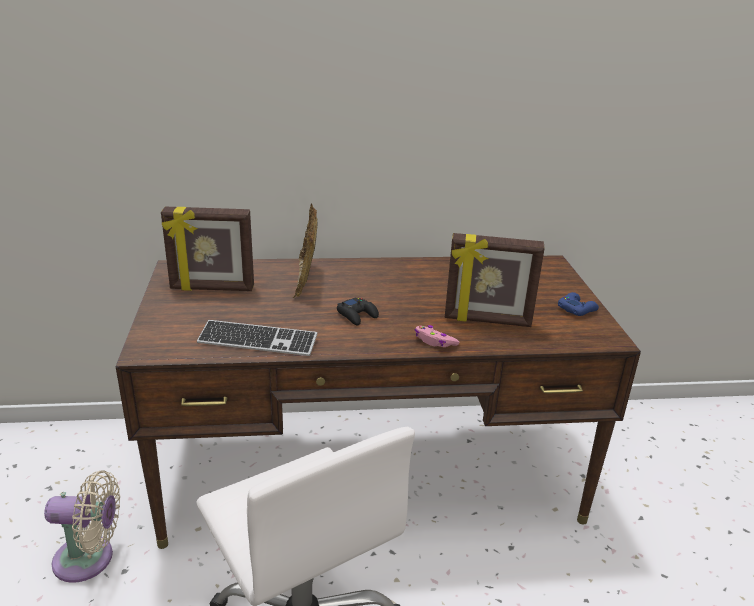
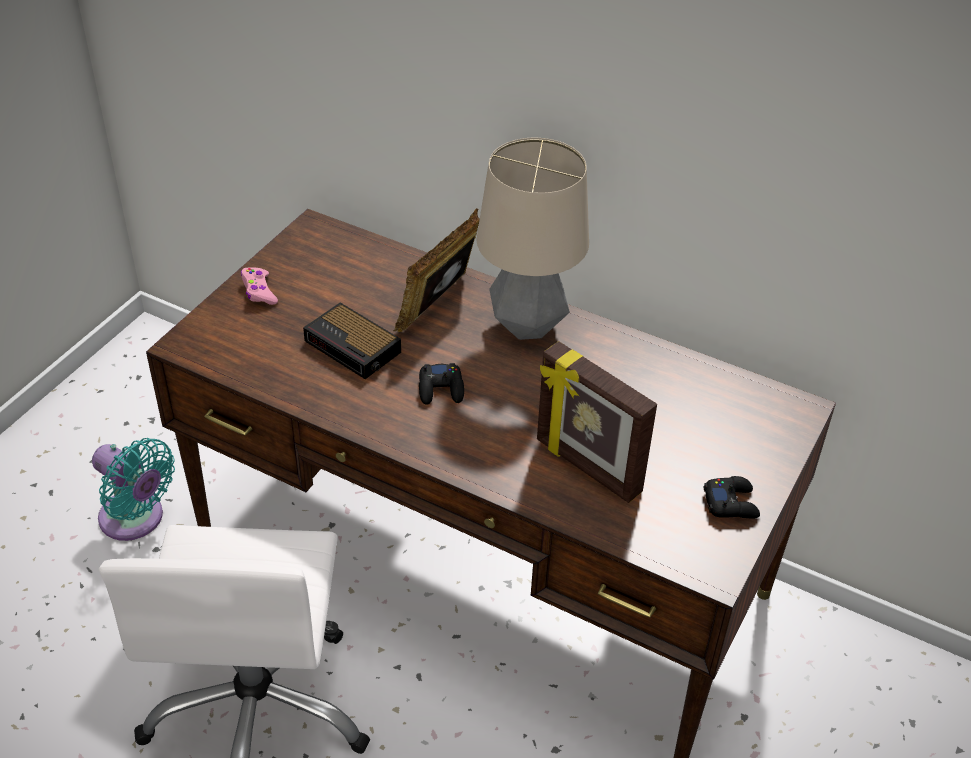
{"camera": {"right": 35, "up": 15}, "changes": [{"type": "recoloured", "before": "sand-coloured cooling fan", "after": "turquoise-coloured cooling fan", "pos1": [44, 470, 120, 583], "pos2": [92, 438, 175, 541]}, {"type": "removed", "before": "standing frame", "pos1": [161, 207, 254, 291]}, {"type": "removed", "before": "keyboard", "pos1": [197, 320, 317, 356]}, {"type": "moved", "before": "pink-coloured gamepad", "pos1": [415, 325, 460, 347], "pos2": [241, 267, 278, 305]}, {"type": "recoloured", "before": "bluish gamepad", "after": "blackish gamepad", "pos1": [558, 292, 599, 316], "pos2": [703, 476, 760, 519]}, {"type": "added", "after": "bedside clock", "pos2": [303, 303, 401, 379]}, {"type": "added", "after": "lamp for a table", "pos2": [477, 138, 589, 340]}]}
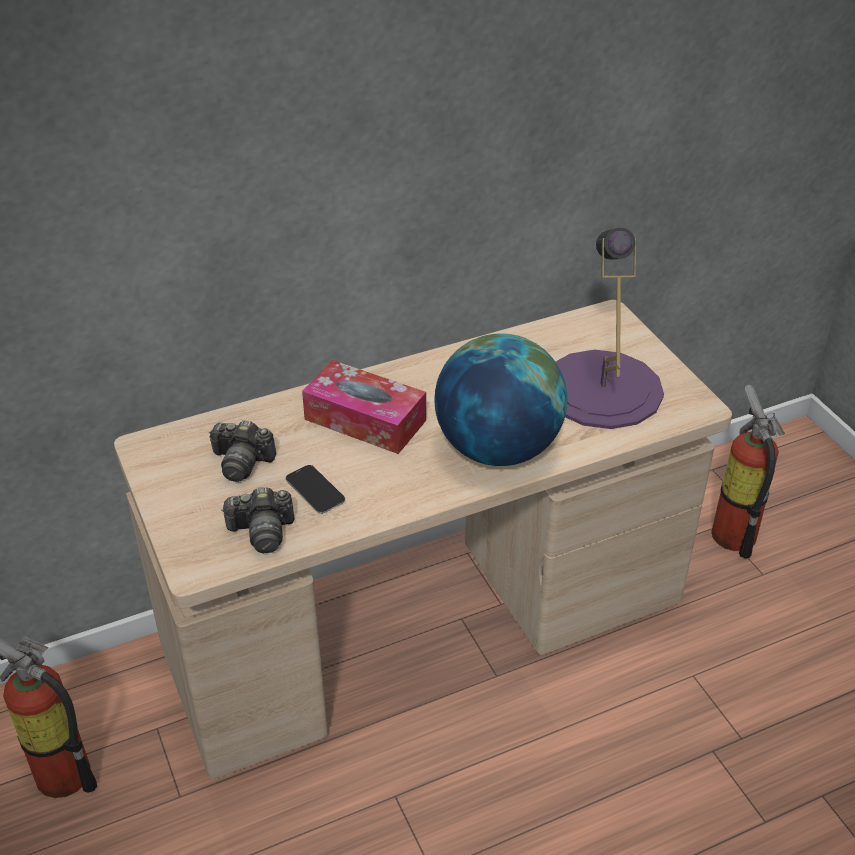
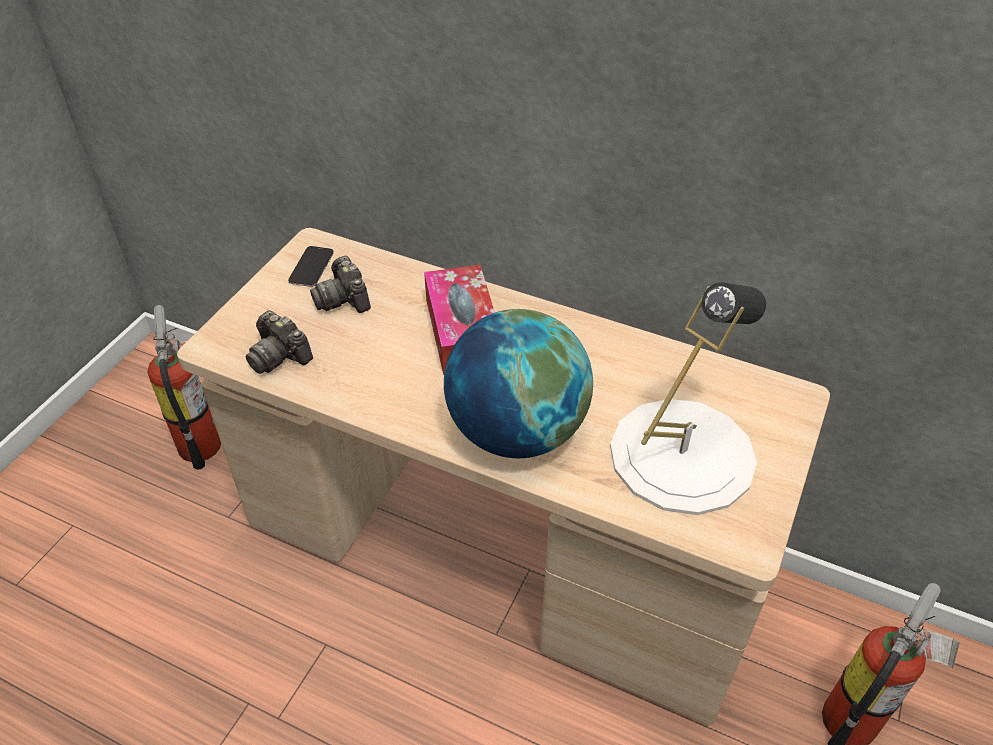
{"camera": {"right": 50, "up": 5}, "changes": [{"type": "moved", "before": "phone", "pos1": [286, 465, 345, 514], "pos2": [288, 246, 334, 287]}, {"type": "recoloured", "before": "purplish lamp for a table", "after": "white-coloured lamp for a table", "pos1": [556, 228, 664, 429], "pos2": [610, 282, 766, 515]}]}
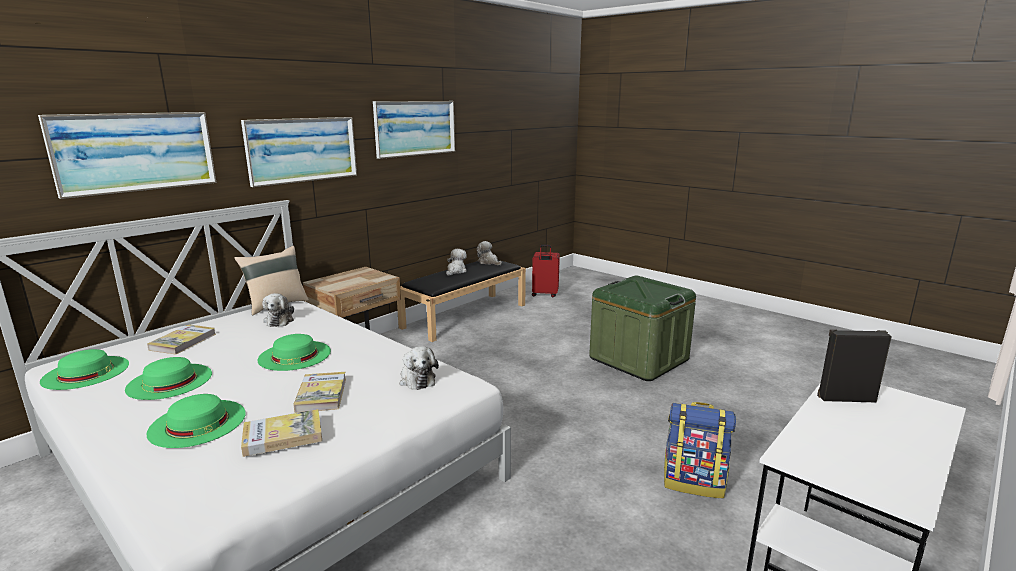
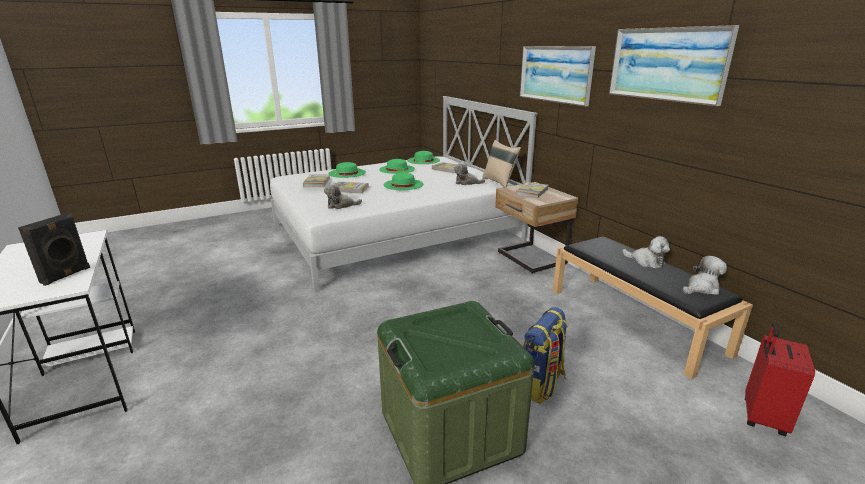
{"camera": {"right": 110, "up": 5}, "changes": [{"type": "removed", "before": "picture", "pos1": [38, 112, 216, 199]}, {"type": "moved", "before": "rucksack", "pos1": [664, 402, 736, 499], "pos2": [523, 307, 568, 404]}, {"type": "added", "after": "volume", "pos2": [516, 182, 548, 198]}]}
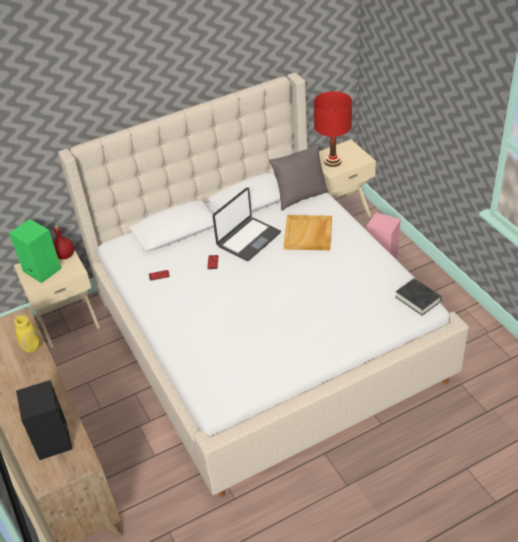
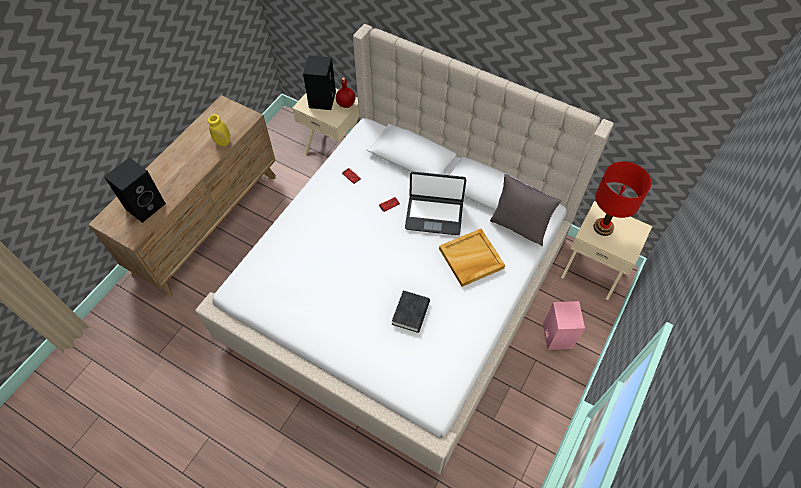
{"camera": {"right": 55, "up": 15}, "changes": [{"type": "recoloured", "before": "green speaker", "after": "blackish speaker", "pos1": [9, 219, 61, 283], "pos2": [303, 55, 336, 110]}, {"type": "moved", "before": "blackish volume", "pos1": [396, 279, 442, 316], "pos2": [392, 290, 430, 333]}]}
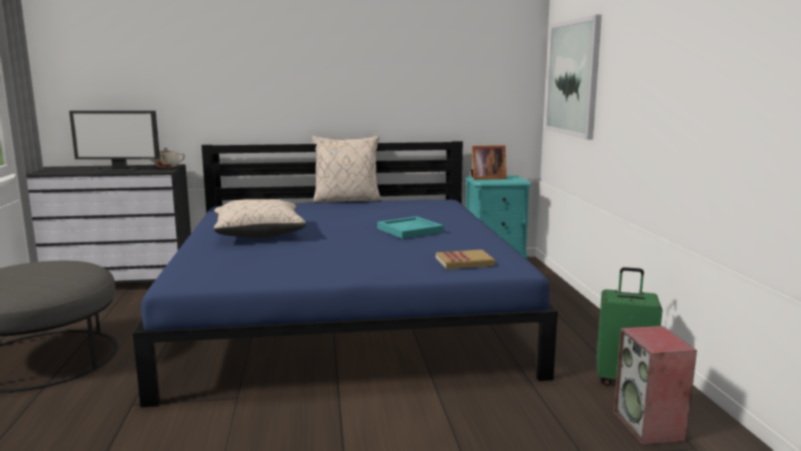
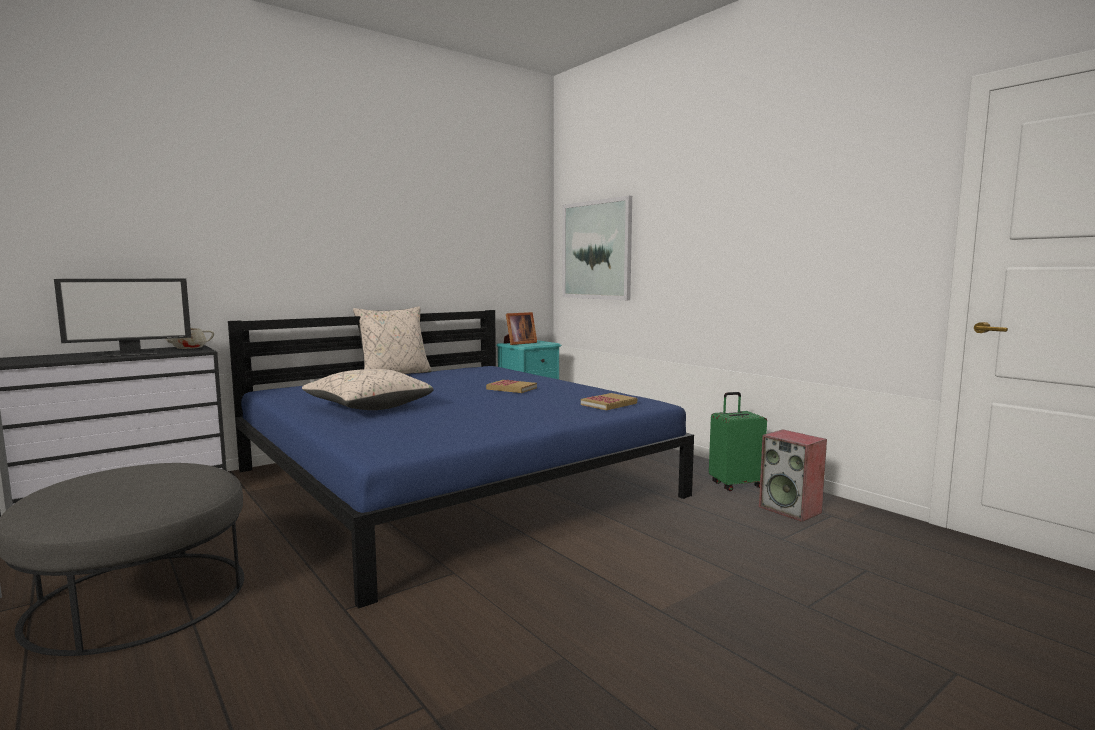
{"camera": {"right": -30, "up": -5}, "changes": [{"type": "replaced", "before": "turquoise-coloured carrying tray", "after": "volume", "pos1": [377, 216, 444, 239], "pos2": [486, 380, 537, 393]}]}
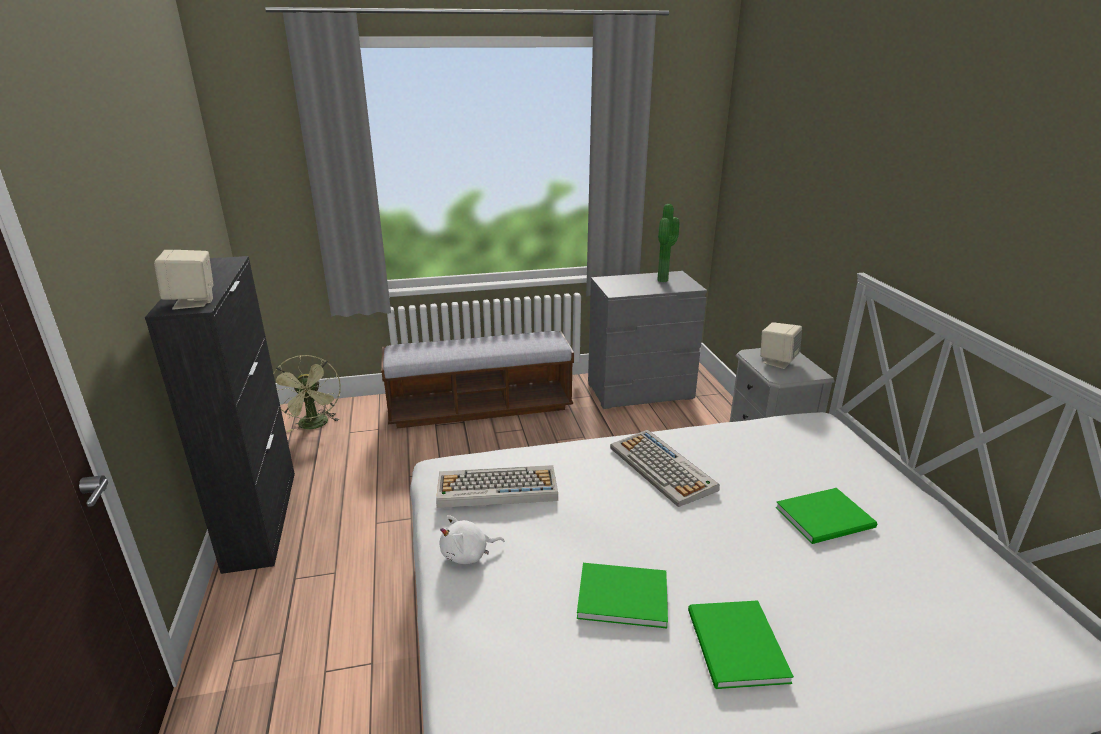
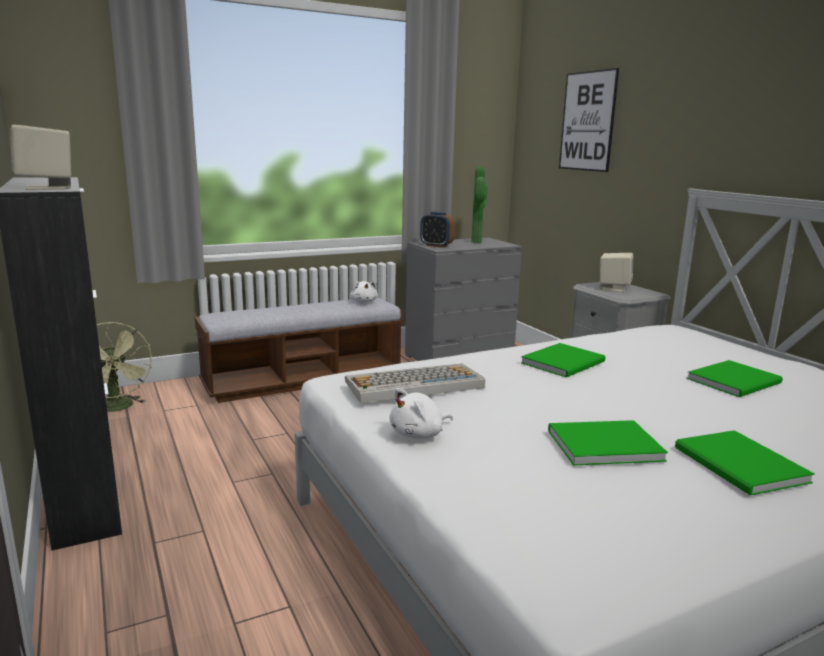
{"camera": {"right": -15, "up": -10}, "changes": [{"type": "replaced", "before": "keyboard", "after": "green volume", "pos1": [610, 430, 720, 507], "pos2": [521, 343, 605, 377]}, {"type": "added", "after": "white-coloured plush toy", "pos2": [350, 281, 377, 303]}, {"type": "added", "after": "bedside clock", "pos2": [420, 212, 455, 248]}, {"type": "added", "after": "picture", "pos2": [559, 68, 619, 172]}]}
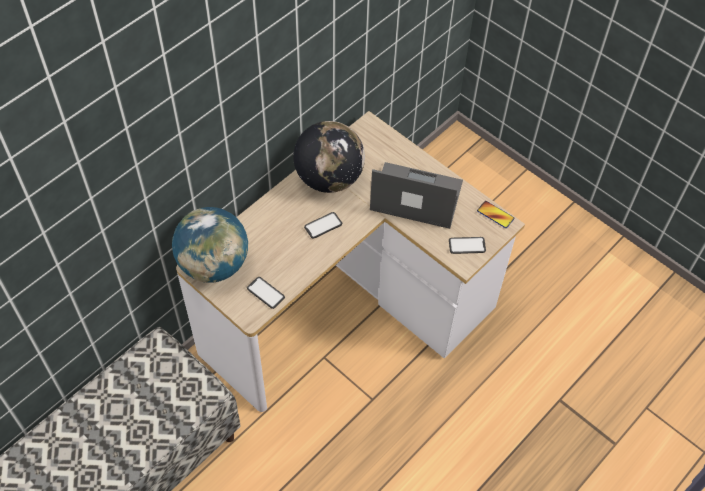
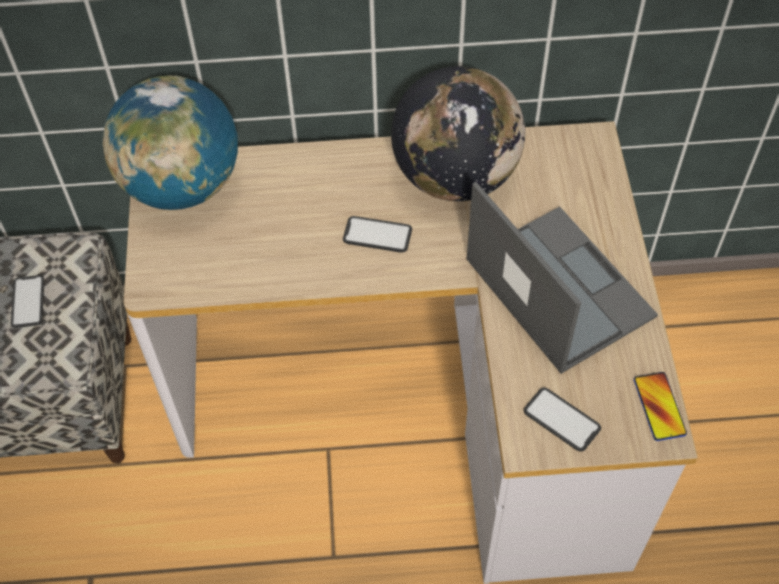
{"camera": {"right": 45, "up": 0}, "changes": [{"type": "moved", "before": "phone", "pos1": [247, 277, 285, 309], "pos2": [11, 275, 44, 328]}]}
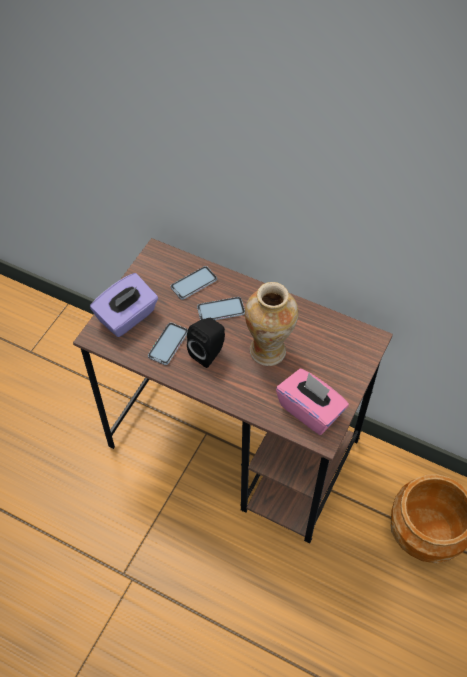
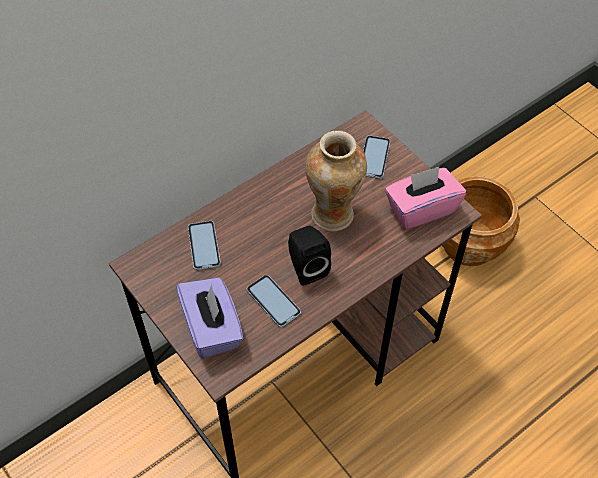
{"camera": {"right": -65, "up": 0}, "changes": [{"type": "moved", "before": "phone", "pos1": [197, 297, 245, 320], "pos2": [363, 135, 390, 179]}]}
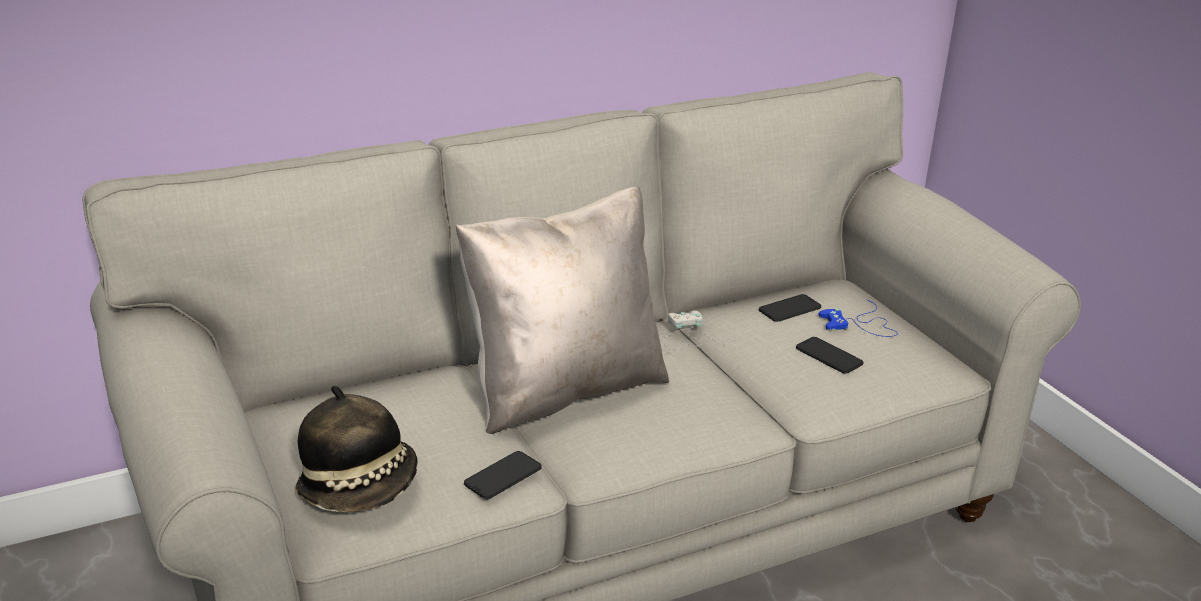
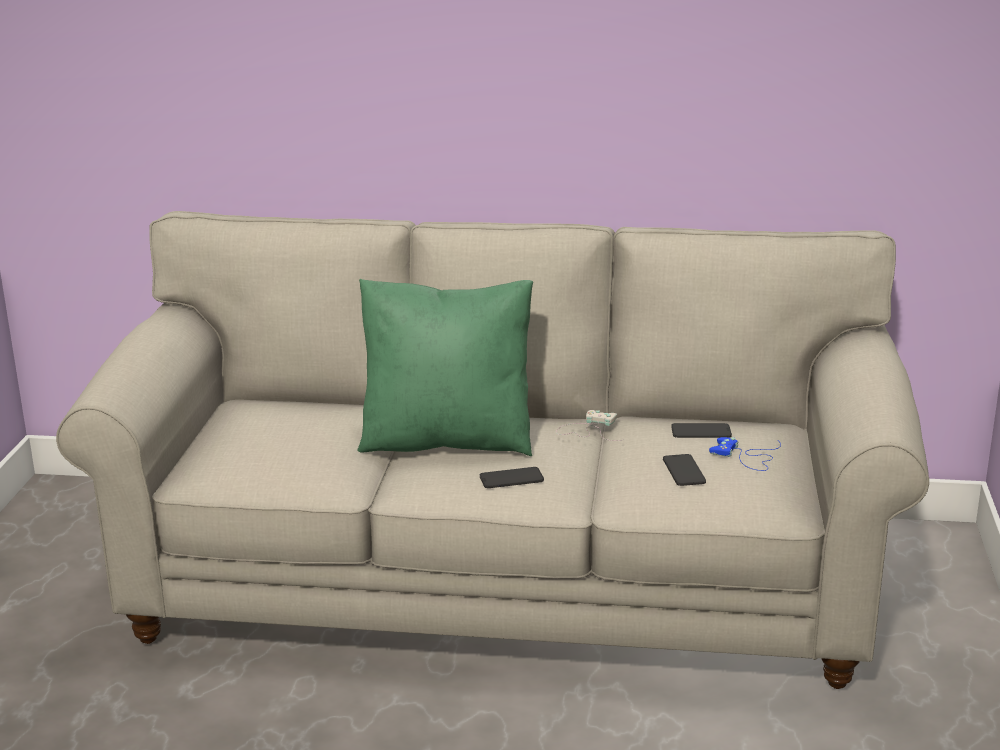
{"camera": {"right": 35, "up": -5}, "changes": [{"type": "removed", "before": "clothing hat", "pos1": [296, 386, 418, 512]}, {"type": "recoloured", "before": "sand-coloured throw pillow", "after": "green throw pillow", "pos1": [456, 187, 669, 434], "pos2": [357, 279, 533, 456]}, {"type": "moved", "before": "phone", "pos1": [464, 451, 541, 499], "pos2": [480, 467, 544, 488]}]}
